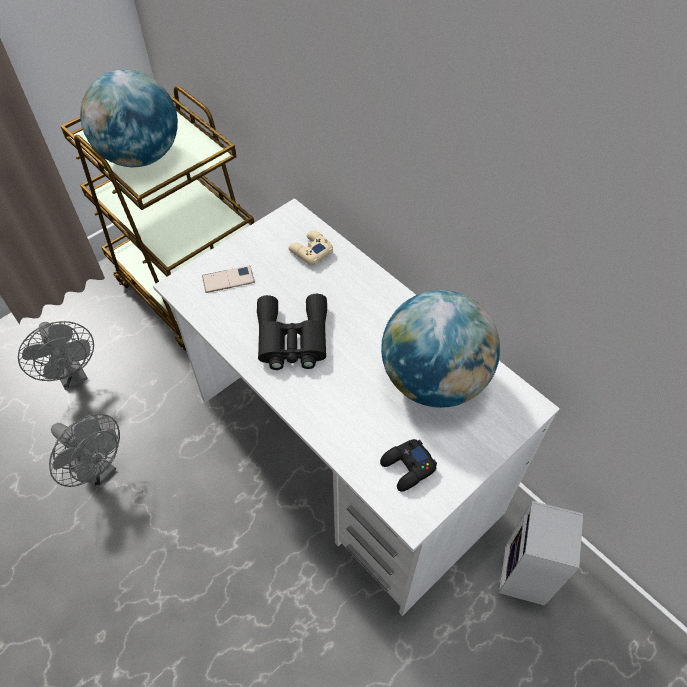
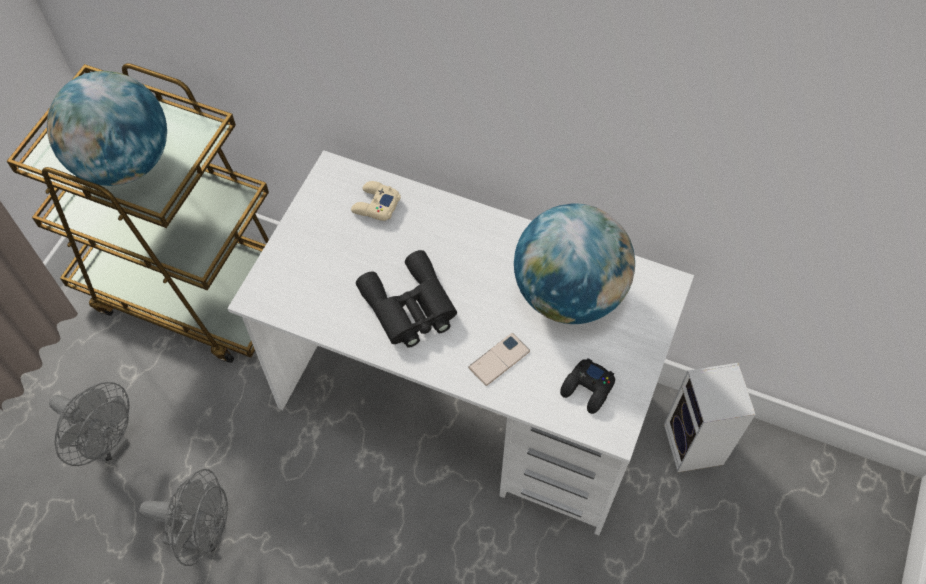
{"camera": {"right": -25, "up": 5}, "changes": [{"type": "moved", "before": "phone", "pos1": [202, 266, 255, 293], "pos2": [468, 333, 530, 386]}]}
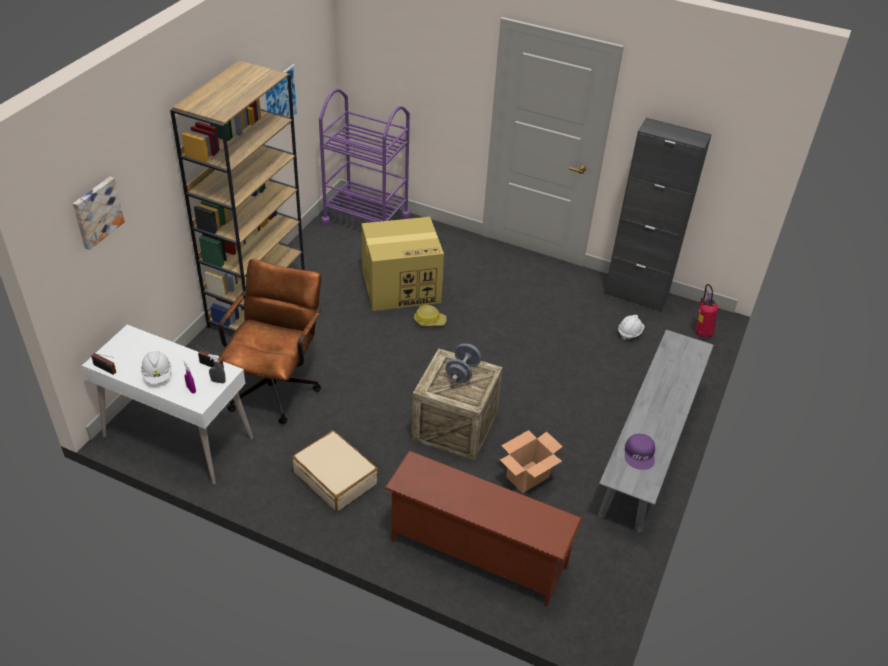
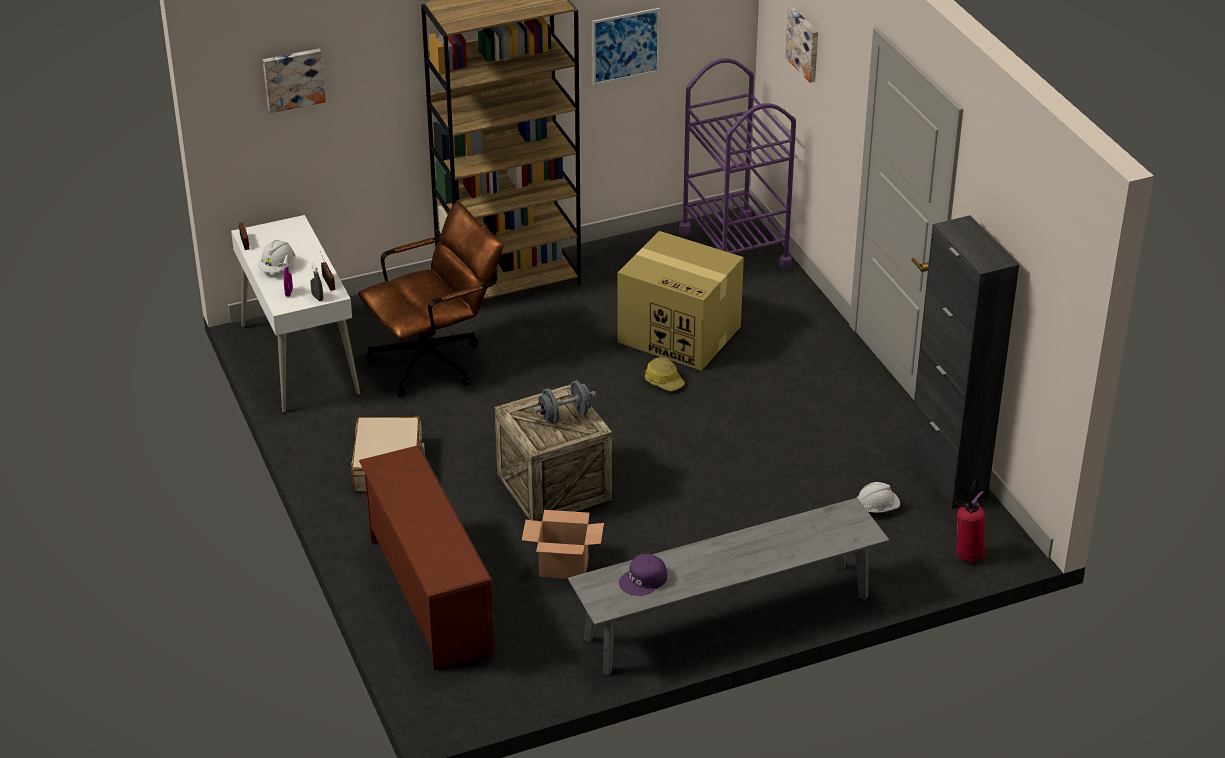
{"camera": {"right": 45, "up": -5}, "changes": [{"type": "added", "after": "picture", "pos2": [785, 7, 818, 83]}]}
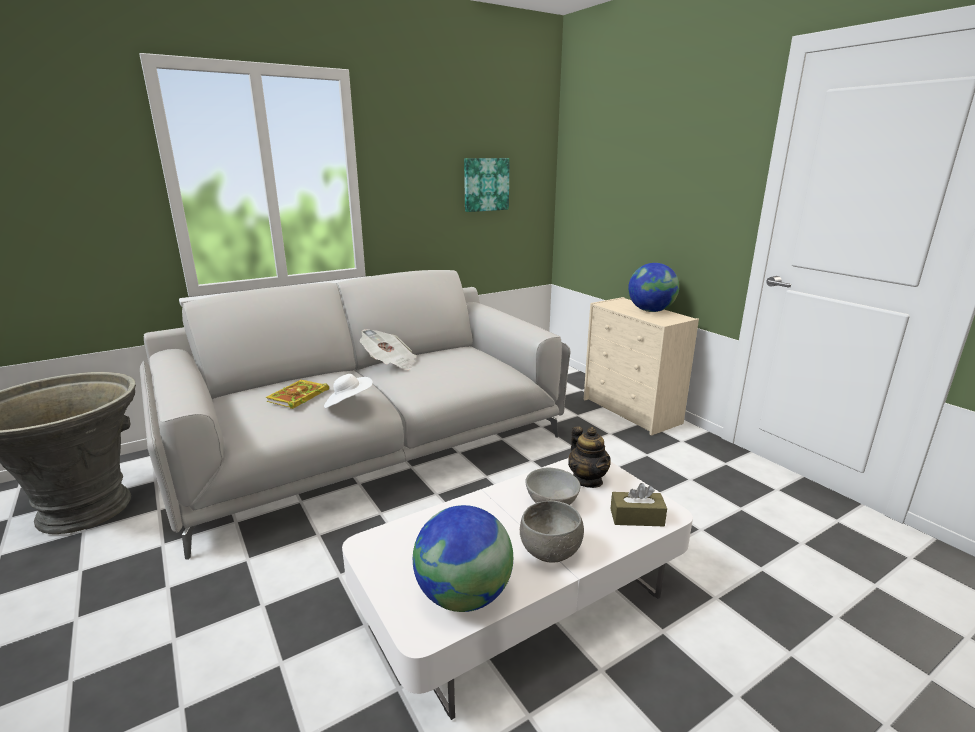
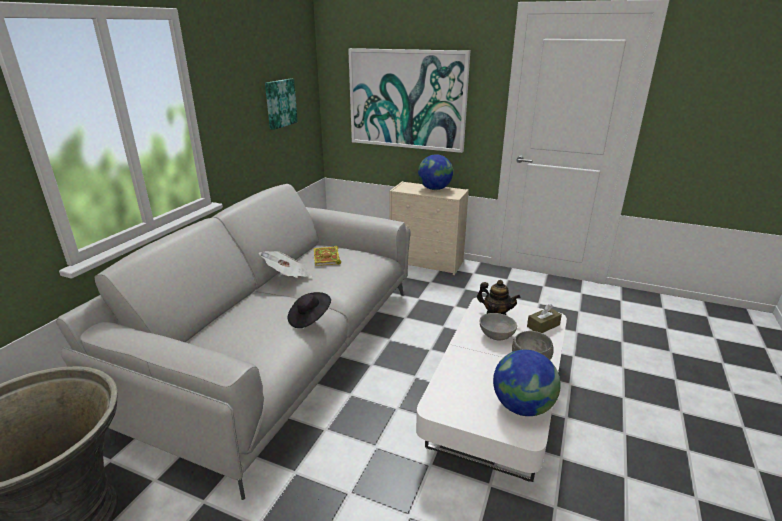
{"camera": {"right": -35, "up": 5}, "changes": [{"type": "moved", "before": "volume", "pos1": [266, 380, 329, 409], "pos2": [314, 246, 341, 266]}, {"type": "recoloured", "before": "white-coloured clothing hat", "after": "blackish clothing hat", "pos1": [324, 374, 373, 408], "pos2": [288, 292, 331, 328]}, {"type": "added", "after": "picture", "pos2": [348, 48, 470, 153]}]}
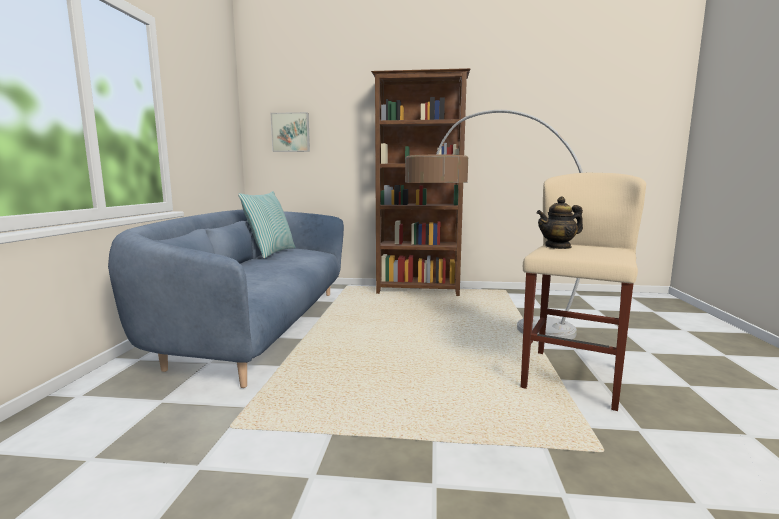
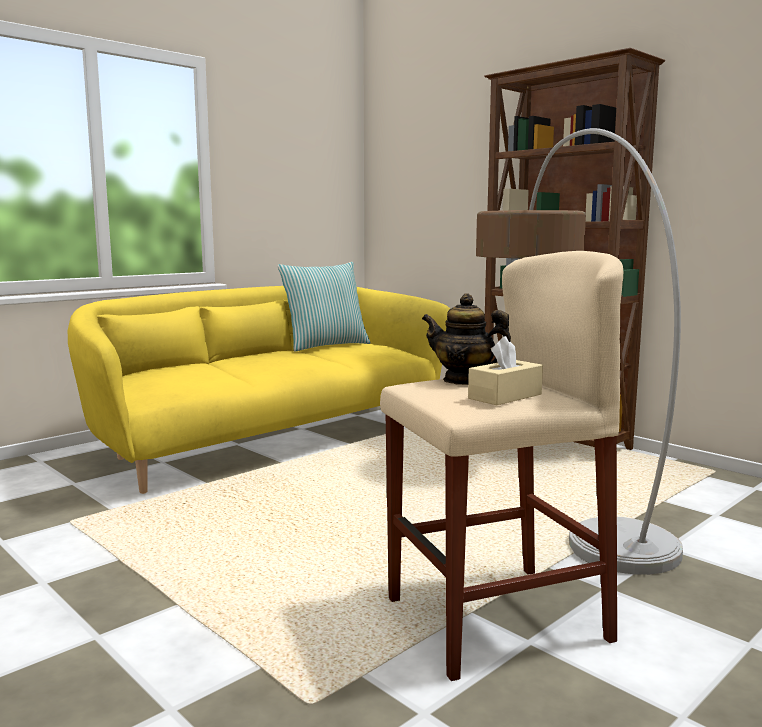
{"camera": {"right": 40, "up": 0}, "changes": [{"type": "recoloured", "before": "bluish couch", "after": "yellow couch", "pos1": [108, 210, 344, 388], "pos2": [68, 286, 450, 494]}, {"type": "removed", "before": "picture", "pos1": [271, 112, 310, 152]}, {"type": "added", "after": "sand-coloured tissue box", "pos2": [468, 336, 543, 405]}]}
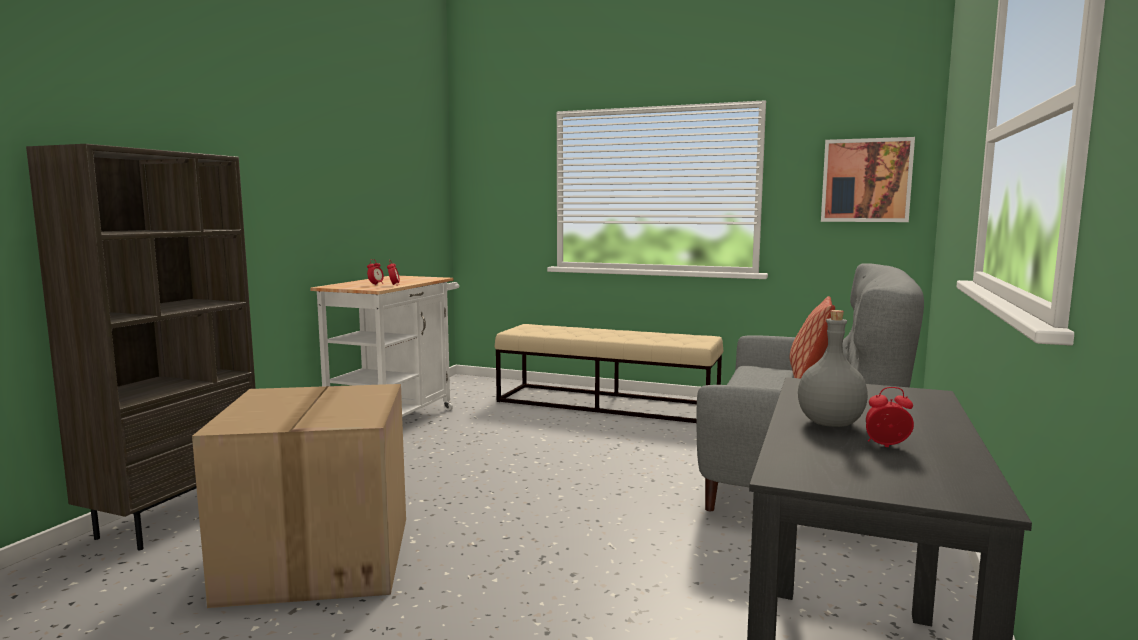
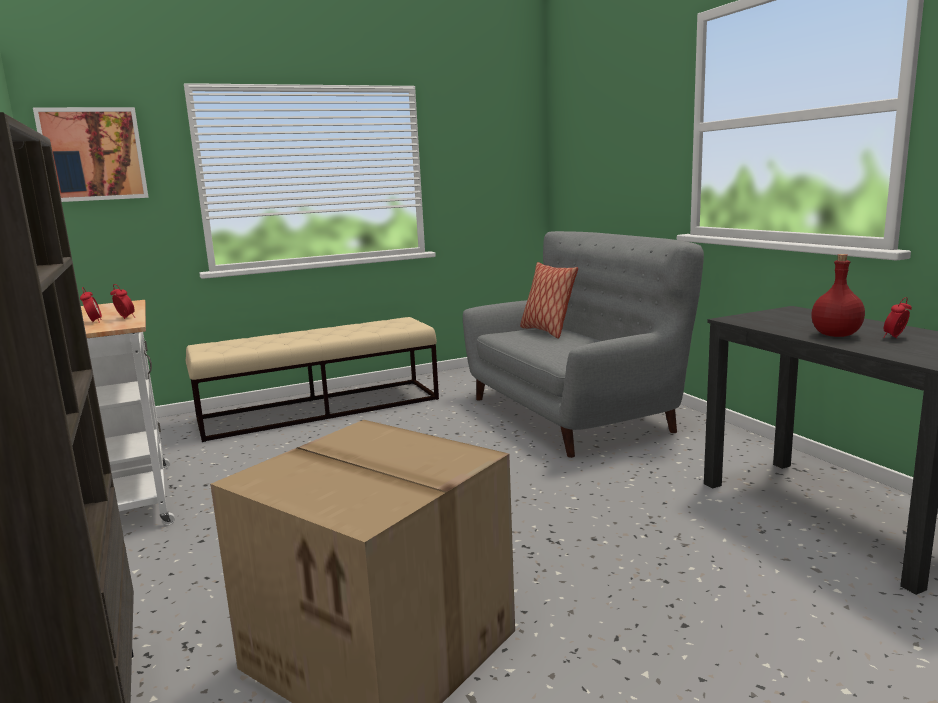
{"camera": {"right": -45, "up": 5}, "changes": [{"type": "recoloured", "before": "greyish drink bottle", "after": "red-coloured drink bottle", "pos1": [798, 310, 868, 427], "pos2": [811, 254, 865, 337]}, {"type": "moved", "before": "picture", "pos1": [821, 137, 915, 222], "pos2": [33, 107, 149, 202]}]}
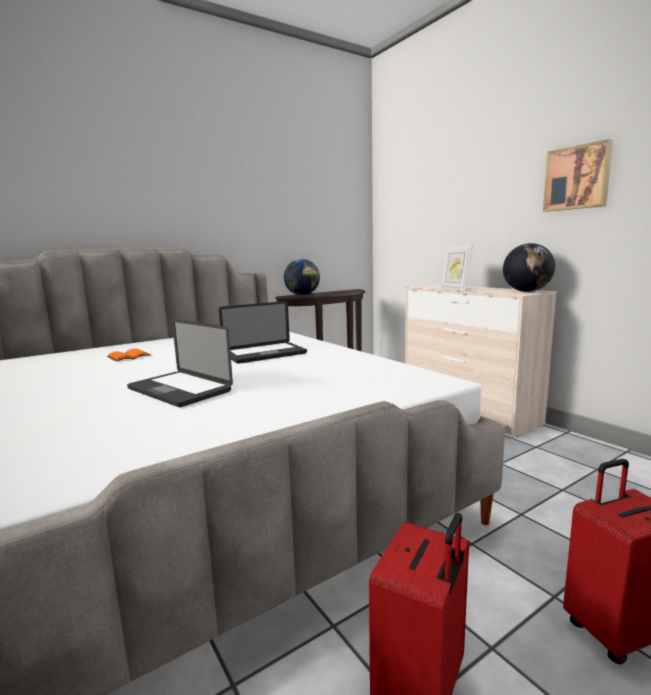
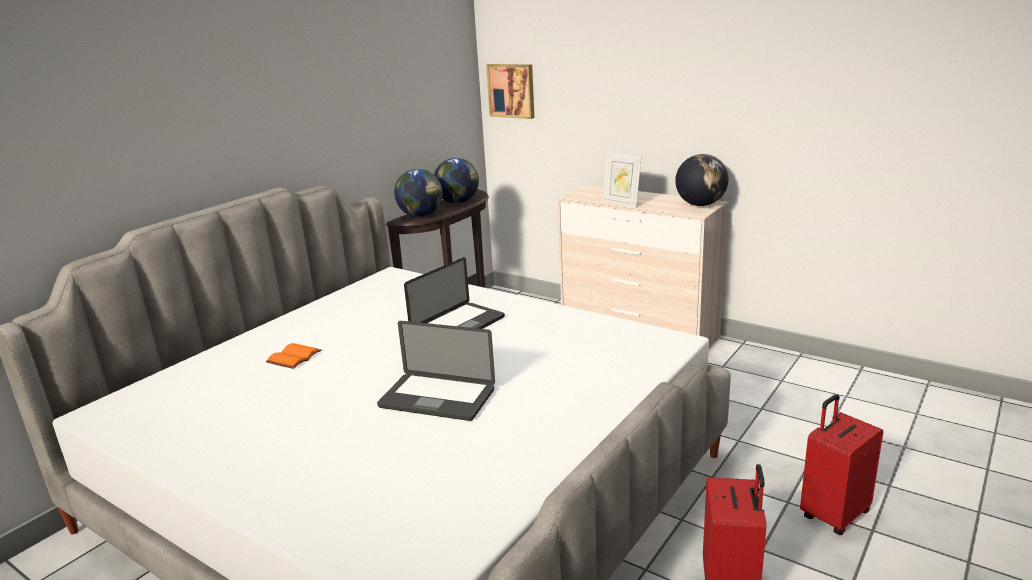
{"camera": {"right": -20, "up": 10}, "changes": [{"type": "moved", "before": "picture", "pos1": [543, 139, 613, 212], "pos2": [486, 64, 535, 119]}, {"type": "added", "after": "desk globe", "pos2": [434, 158, 479, 204]}]}
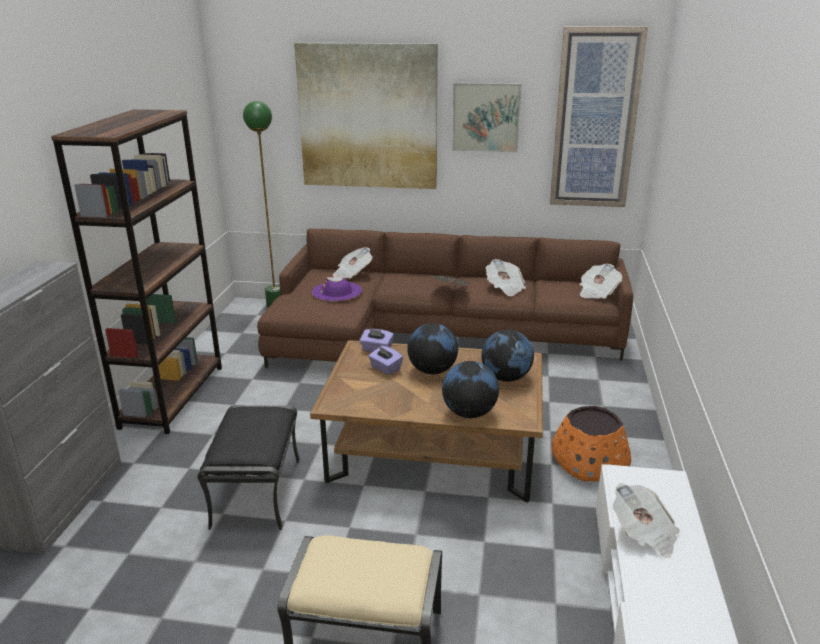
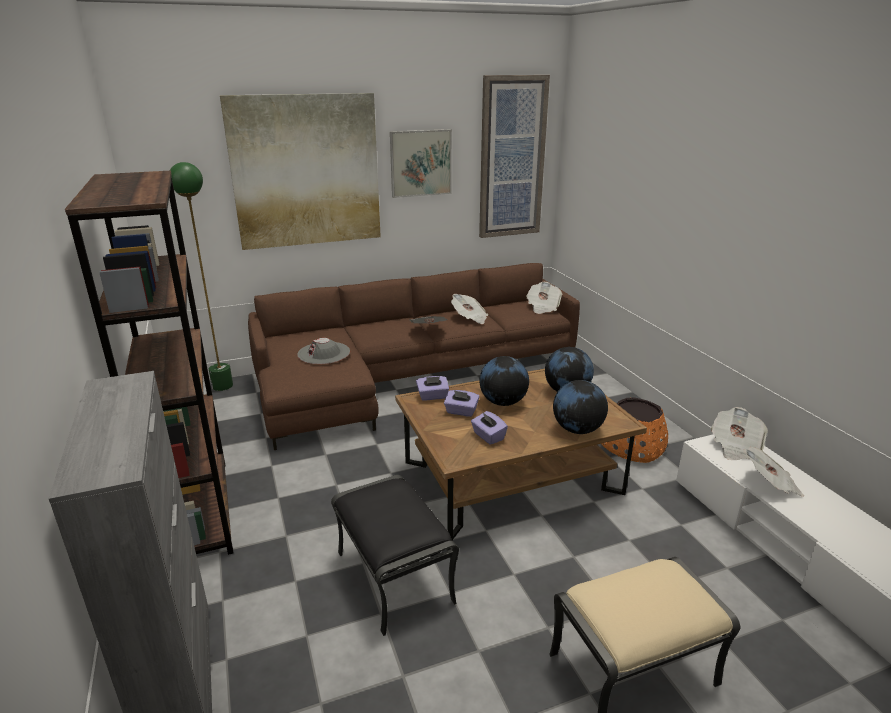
{"camera": {"right": -30, "up": 0}, "changes": [{"type": "recoloured", "before": "purplish clothing hat", "after": "greyish clothing hat", "pos1": [312, 277, 362, 301], "pos2": [297, 338, 350, 364]}, {"type": "moved", "before": "newspaper", "pos1": [333, 247, 372, 279], "pos2": [711, 407, 768, 460]}, {"type": "added", "after": "purplish tissue box", "pos2": [471, 411, 508, 445]}]}
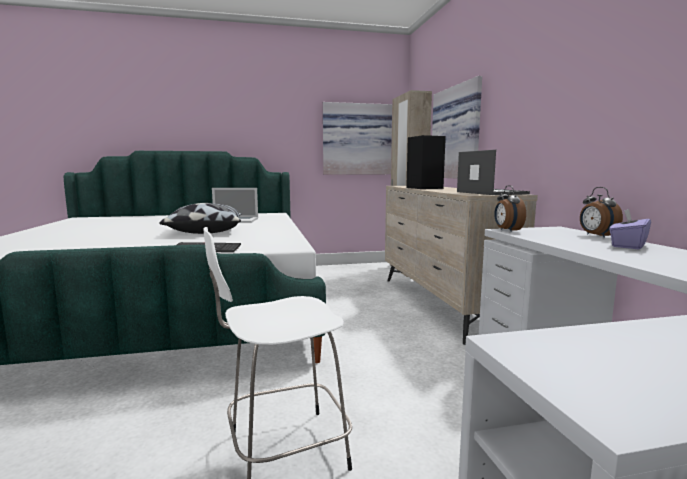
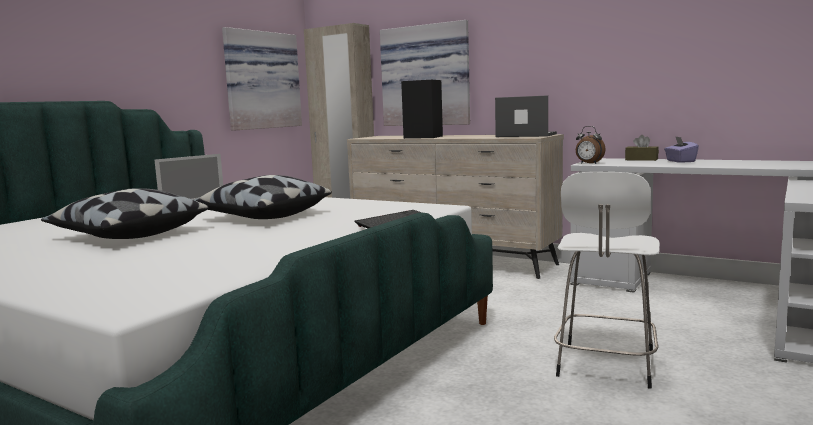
{"camera": {"right": -45, "up": 0}, "changes": [{"type": "replaced", "before": "bedside clock", "after": "brownish tissue box", "pos1": [580, 187, 623, 238], "pos2": [625, 135, 659, 161]}, {"type": "added", "after": "throw pillow", "pos2": [41, 188, 209, 239]}]}
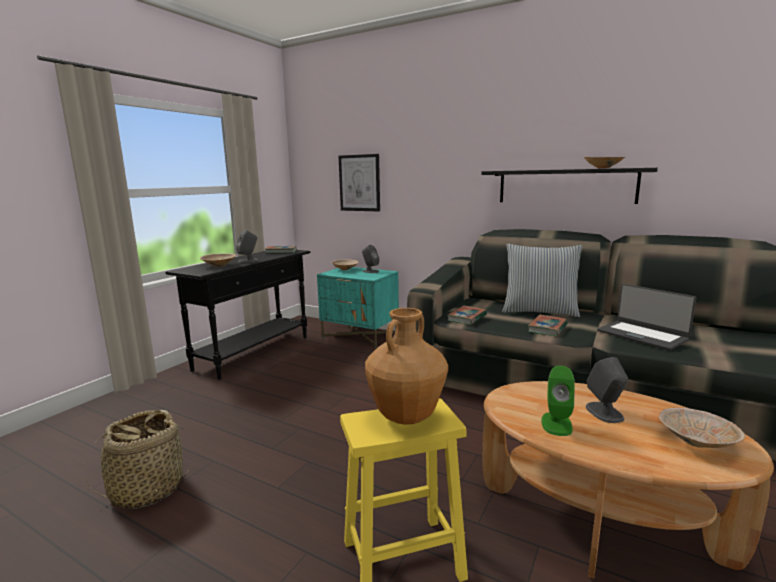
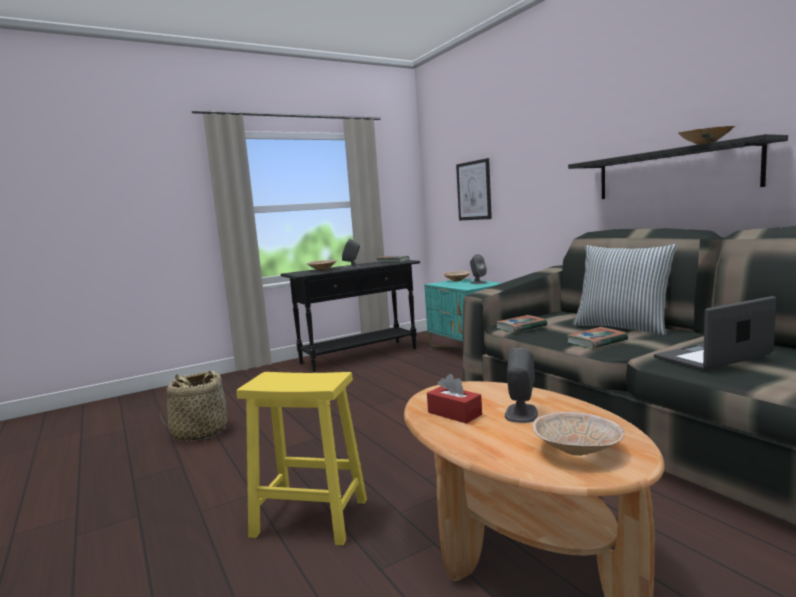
{"camera": {"right": 30, "up": -5}, "changes": [{"type": "removed", "before": "brownish flower vase", "pos1": [365, 308, 448, 425]}, {"type": "replaced", "before": "green speaker", "after": "red-coloured tissue box", "pos1": [541, 366, 575, 436], "pos2": [427, 374, 482, 424]}, {"type": "turned", "before": "portable computer", "pos1": [597, 284, 697, 350], "pos2": [654, 296, 776, 371], "turn": 75}]}
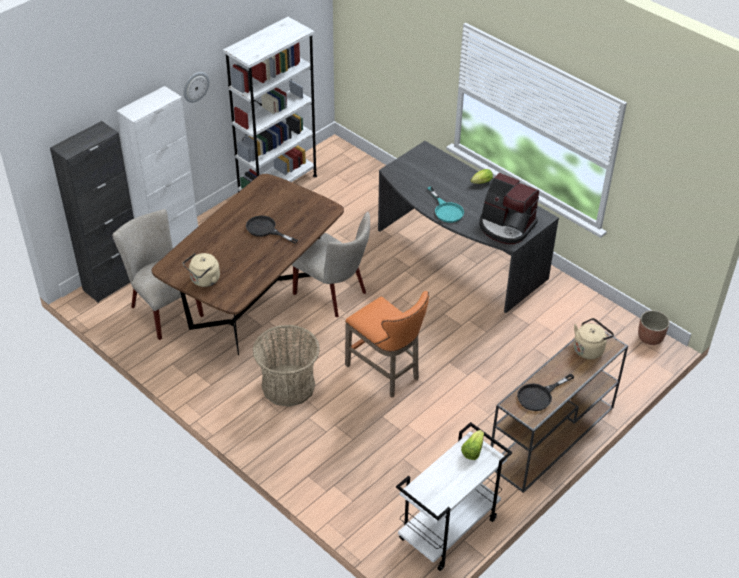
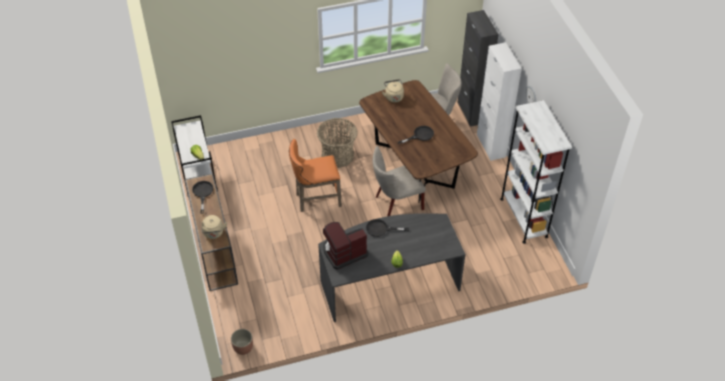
{"camera": {"right": 120, "up": 5}, "changes": [{"type": "recoloured", "before": "turquoise-coloured pan", "after": "blackish pan", "pos1": [427, 187, 464, 223], "pos2": [366, 219, 409, 237]}]}
